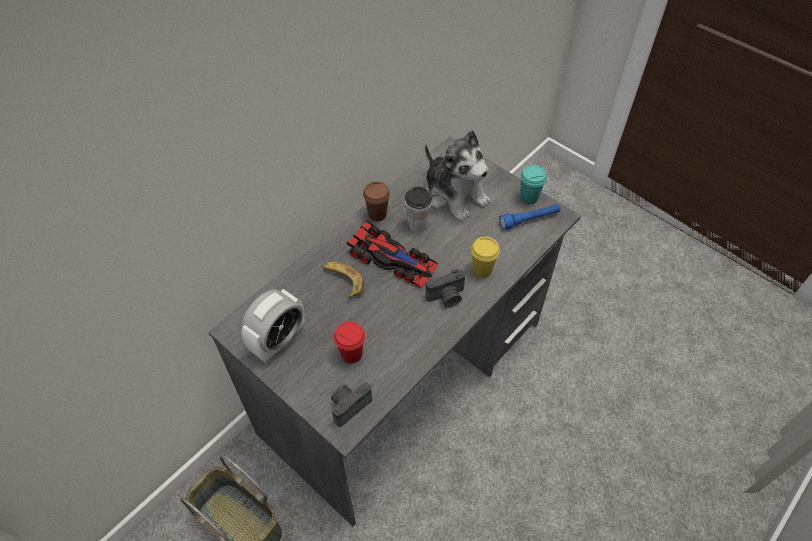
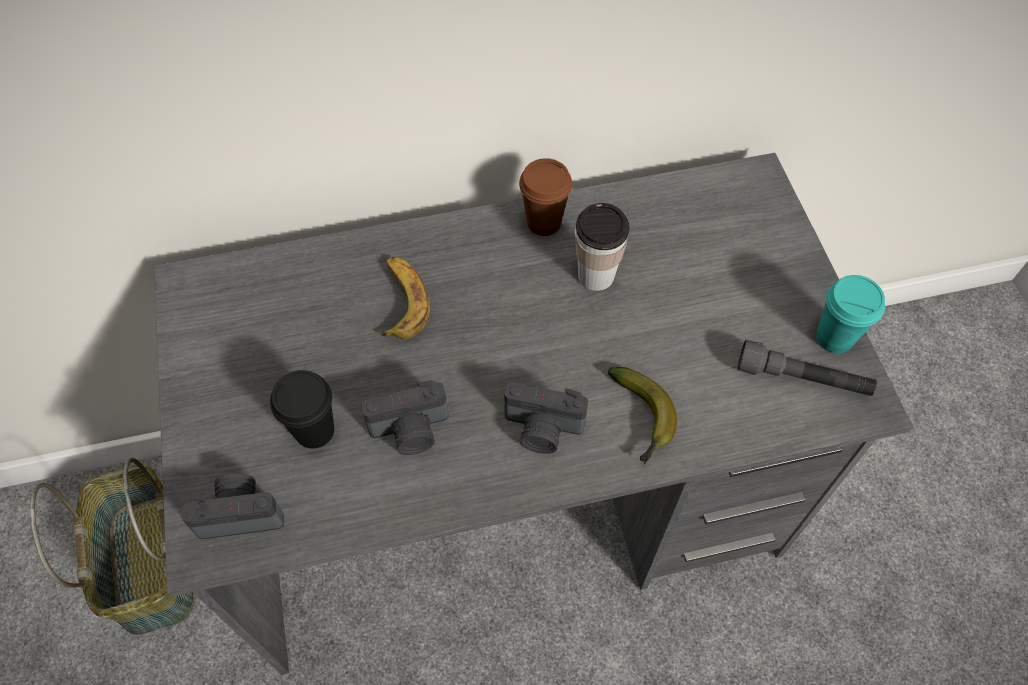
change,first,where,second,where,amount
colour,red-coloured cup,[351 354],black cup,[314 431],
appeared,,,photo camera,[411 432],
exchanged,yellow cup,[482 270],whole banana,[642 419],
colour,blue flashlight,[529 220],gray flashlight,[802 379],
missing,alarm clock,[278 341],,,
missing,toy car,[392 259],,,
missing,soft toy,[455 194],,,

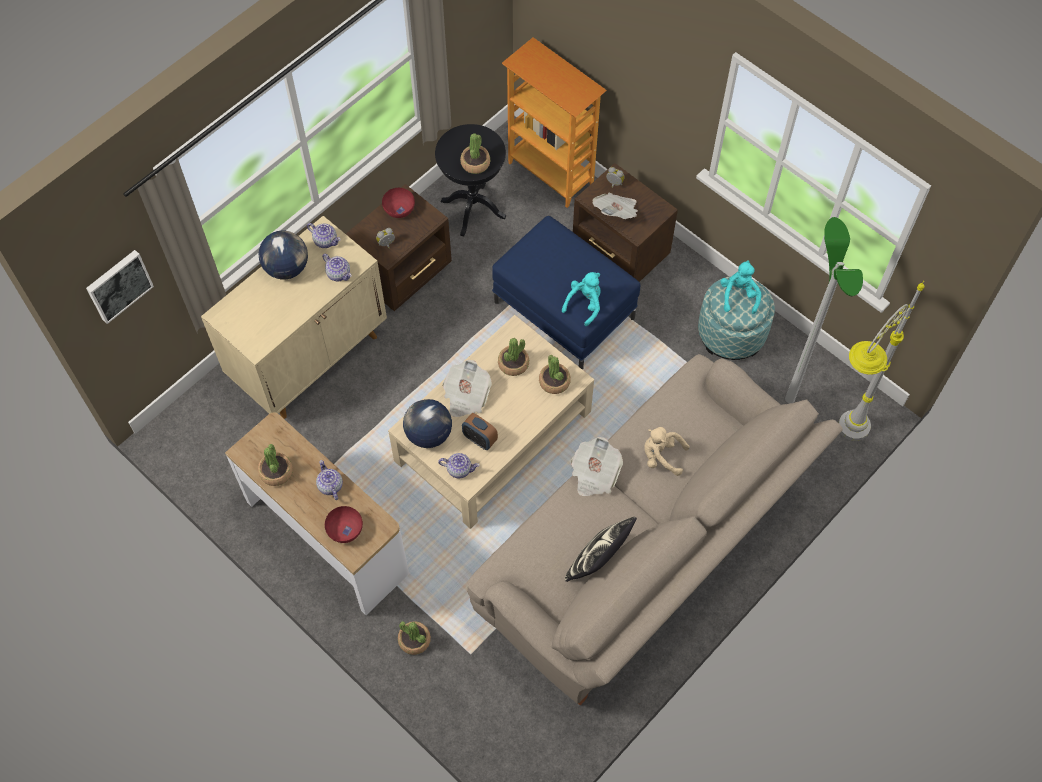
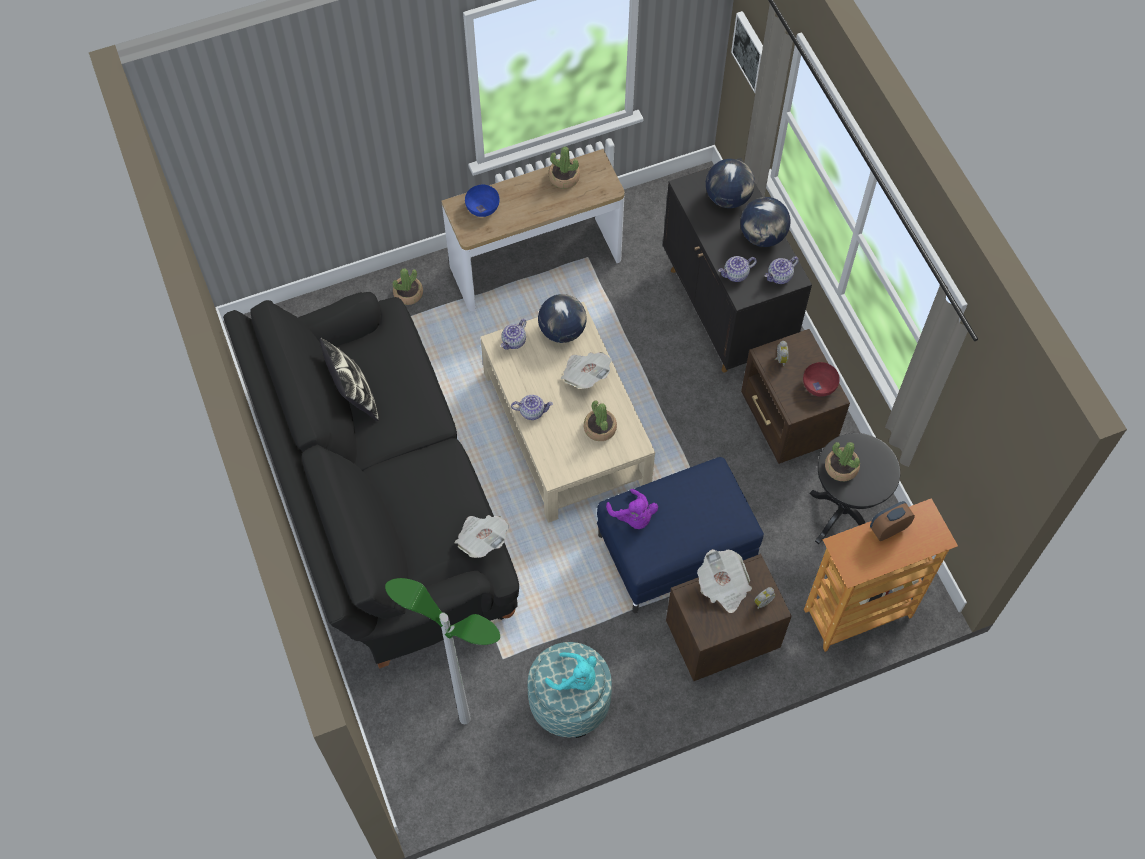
change,first,where,second,where,amount
colour,sand-coloured settee,[644 551],black settee,[383 503],
relocated,daily paper,[594 474],,[482 539],
colour,red-coloured bowl,[345 529],blue bowl,[483 208],
relocated,tea pot,[330 485],,[532 411],
colour,turquoise-coloured soft toy,[584 304],purple soft toy,[633 517],
colour,sand-coloured storage cabinet,[310 357],black storage cabinet,[726 310],
appeared,,,desk globe,[728 198],
relocated,alarm clock,[480 439],,[888 529],
missing,plant in a pot,[554 381],,,
missing,sand-coloured soft toy,[661 456],,,
missing,gray standing lamp,[836 444],,,

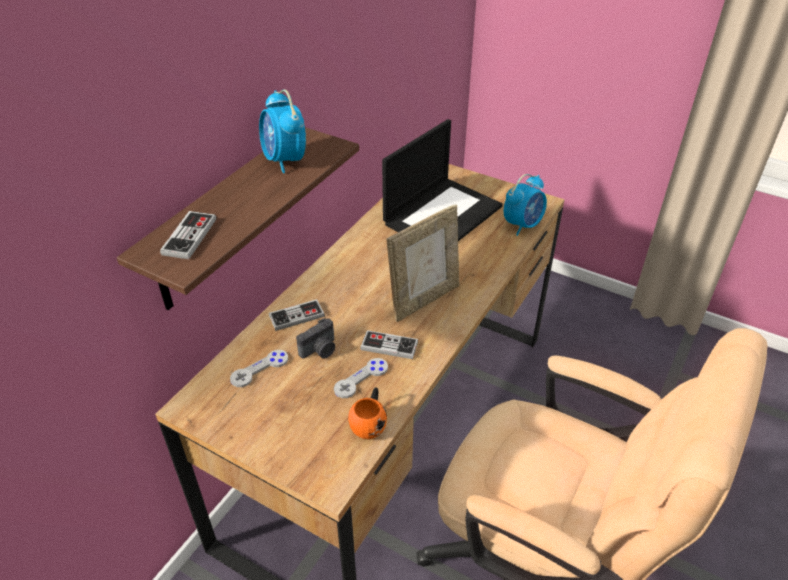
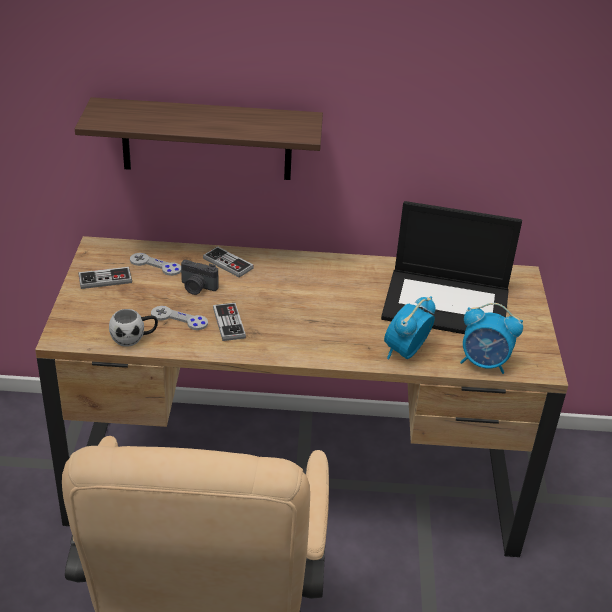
change,first,where,second,where,amount
relocated,gamepad,[189 236],,[105 279],
colour,orange mug,[370 422],white mug,[134 338],
relocated,alarm clock,[285 161],,[405 352],
missing,picture frame,[424 300],,,

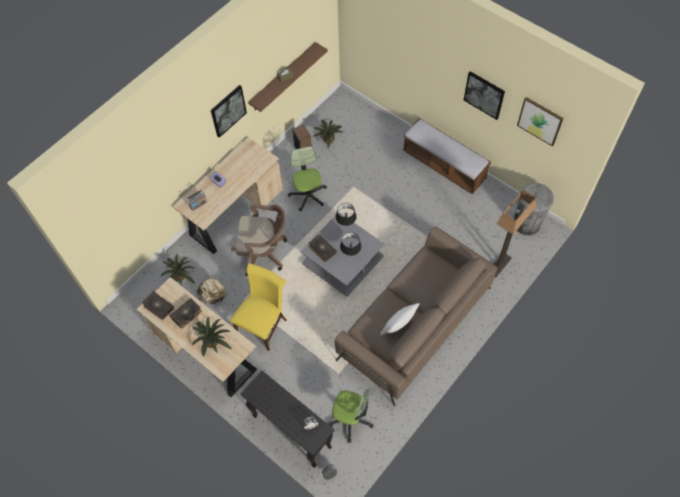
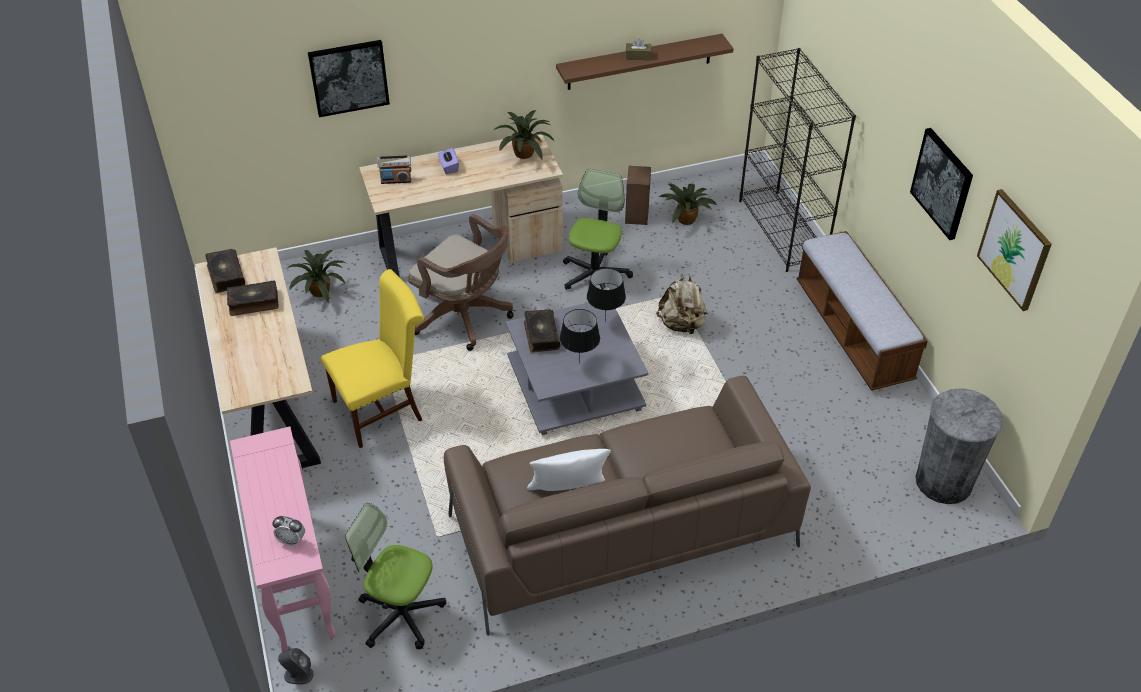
change,first,where,second,where,amount
colour,black narrow table,[291 431],pink narrow table,[294 577],
relocated,wall picture,[228 110],,[349 77],
spun,desk chair,[351 419],,[400 614],150 degrees clockwise
relocated,plant in a pot,[213 342],,[525 154],
relocated,sand-coloured knapsack,[213 296],,[682 324],
appeared,,,black shelving unit,[782 231],
missing,standing lamp,[499 265],,,

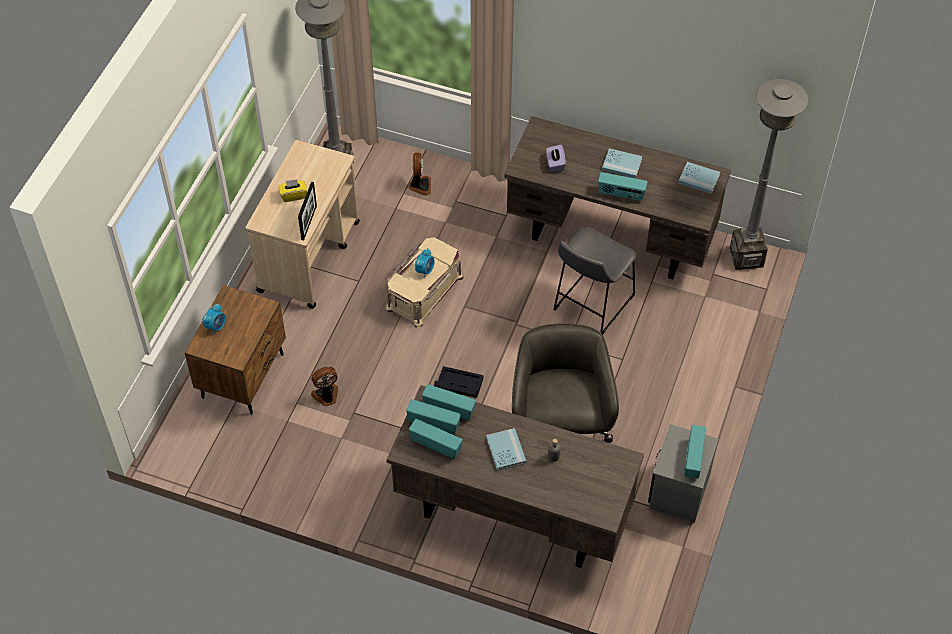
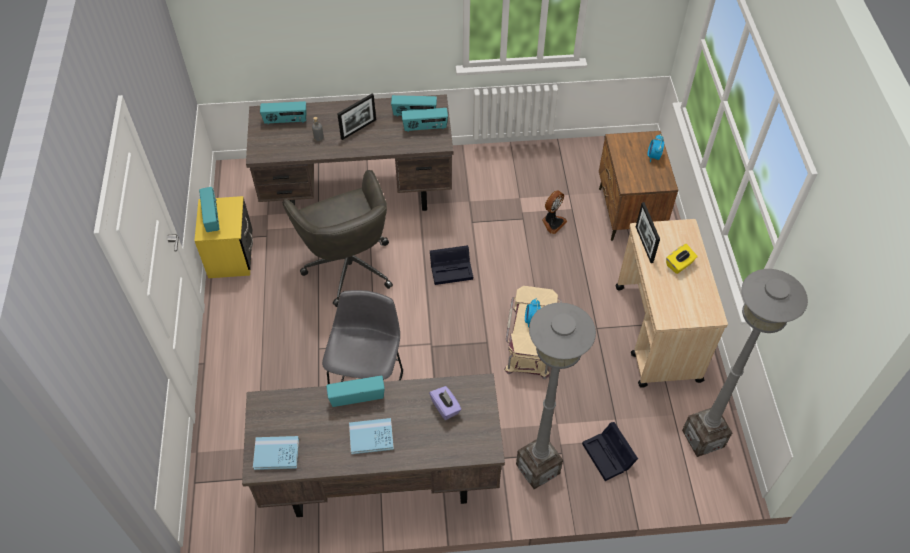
change,first,where,second,where,amount
colour,gray bedside table,[679 491],yellow bedside table,[231 256],
relocated,radio,[449 409],,[285 121],
exchanged,blue bound book,[506 450],picture frame,[358 129],
relocated,gray standing lamp,[746 257],,[538 468],
exchanged,fan,[420 185],black storage box,[609 456],

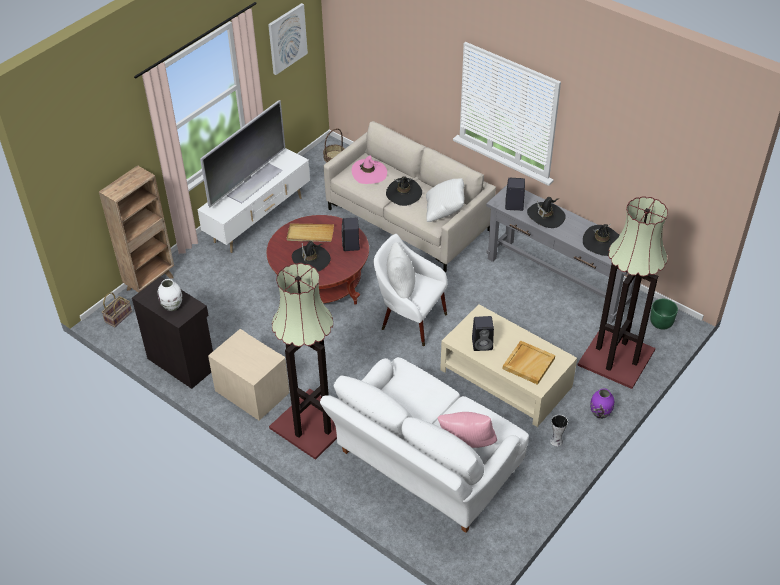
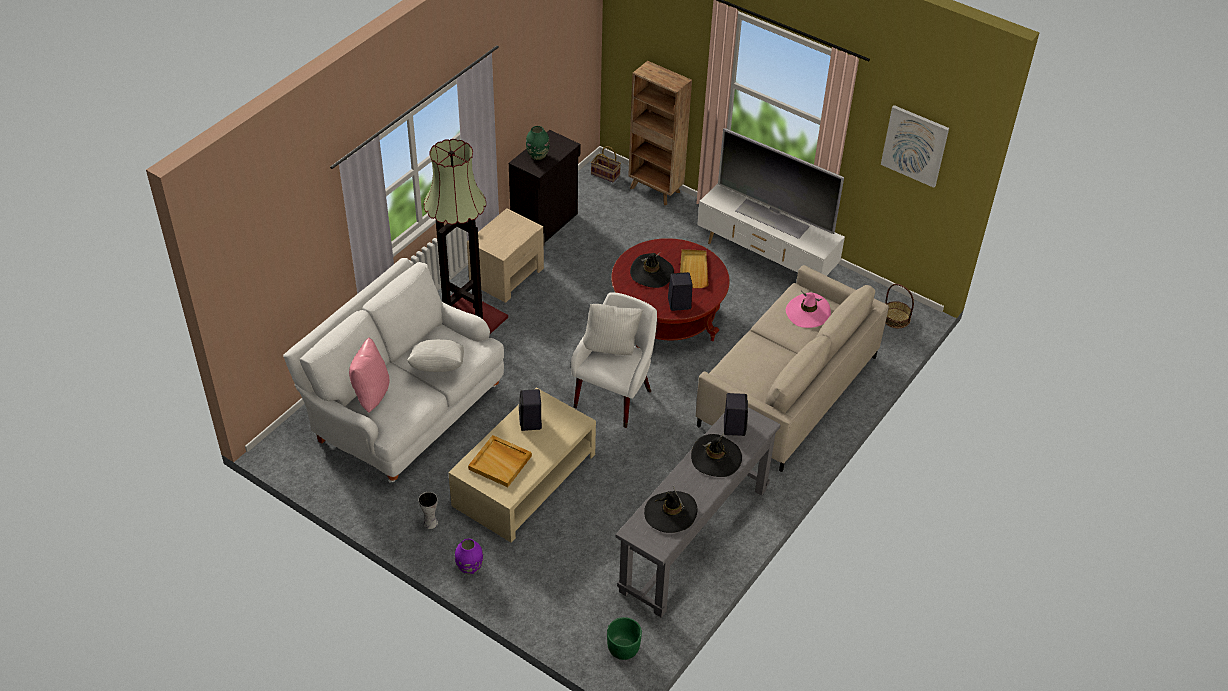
change,first,where,second,where,amount
relocated,white throw pillow,[444 211],,[437 369],
colour,white vase,[172 306],green vase,[538 156],
missing,black clothing hat,[404 193],,,
missing,standing lamp,[617 357],,,

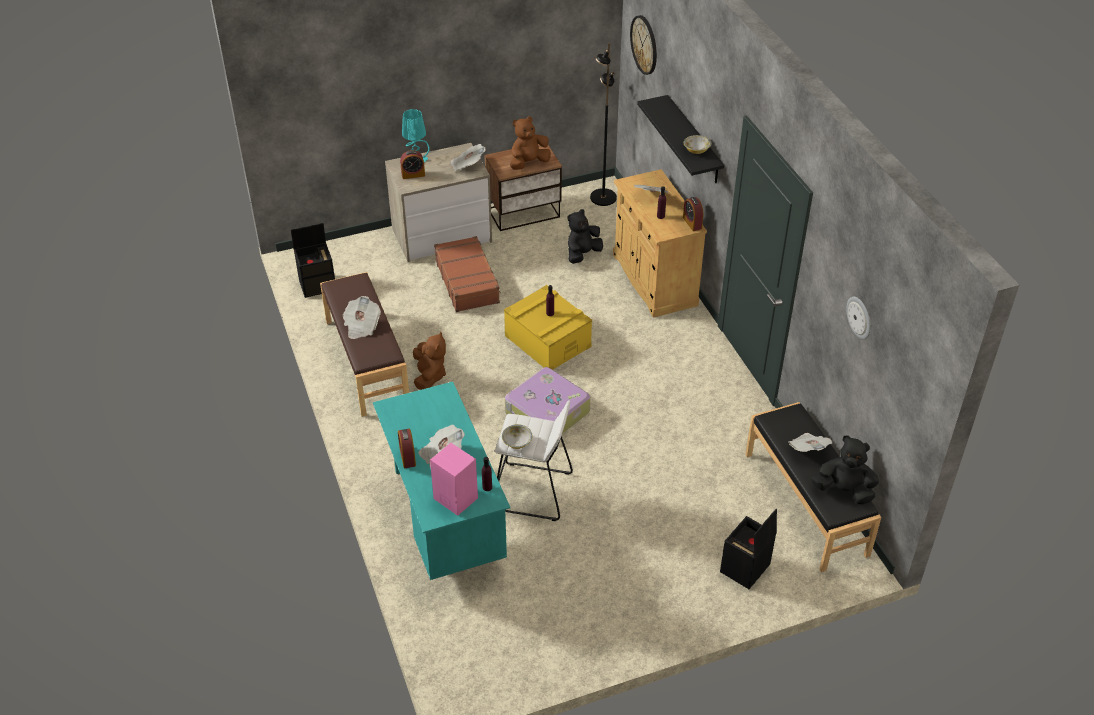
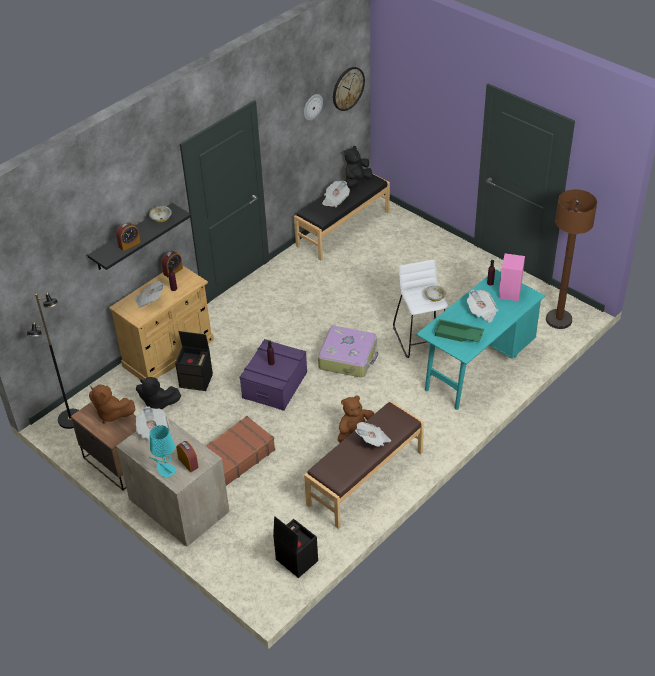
change,first,where,second,where,amount
relocated,alarm clock,[407 457],,[129 244],
relocated,black storage box,[745 569],,[197 380],
colour,yellow storage box,[547 341],purple storage box,[275 385],
relocated,hanging clock,[644 44],,[348 88],
spun,black soft toy,[844 490],,[357 181],45 degrees clockwise
appeared,,,green carrying tray,[458 335],
appeared,,,brown-coloured standing lamp,[558 320],

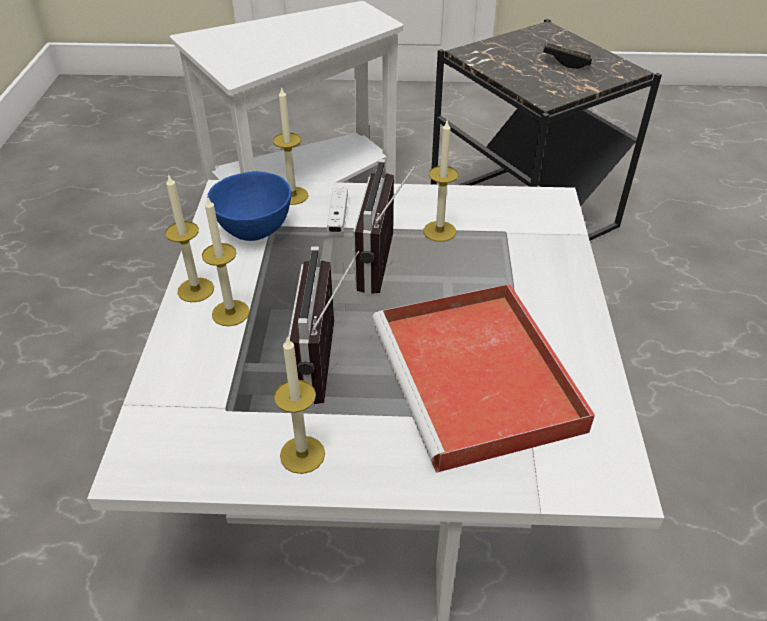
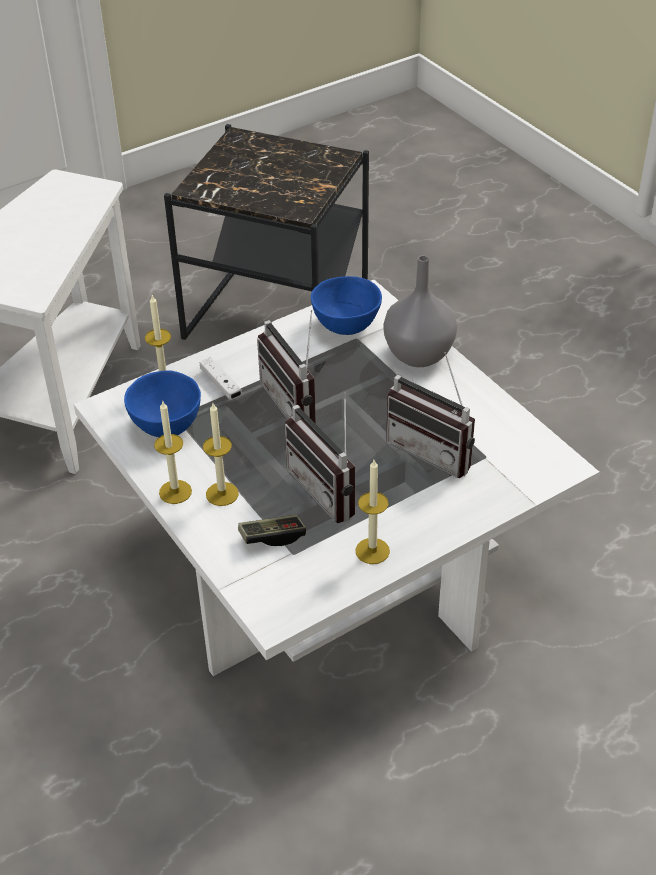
change,first,where,second,where,amount
relocated,gamepad,[566 62],,[272 537],
appeared,,,blue bowl,[345 326],
appeared,,,gray vase,[417 355],
exchanged,red-coloured carrying tray,[478 380],radio,[435 450],
missing,wax candle,[439 231],,,

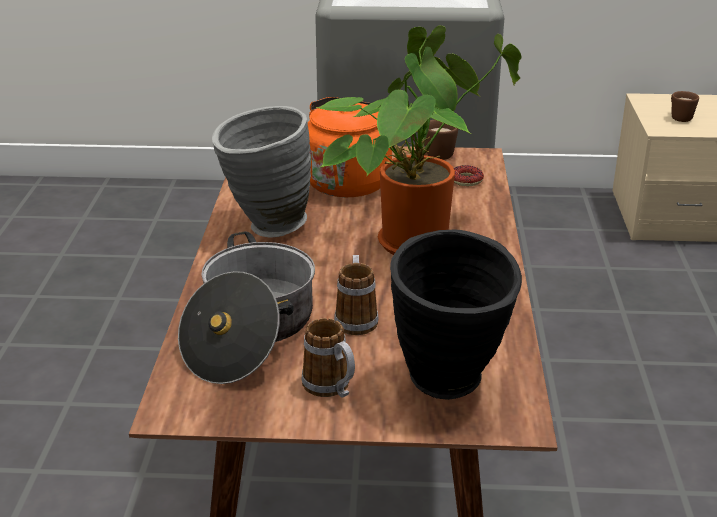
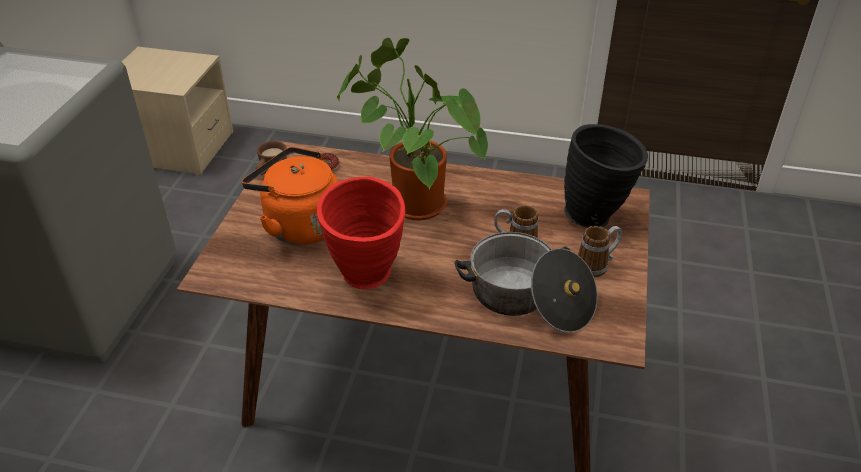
change,first,where,second,where,amount
colour,gray vase,[265 228],red-coloured vase,[367 281],
missing,brown-coloured mug,[679 117],,,

